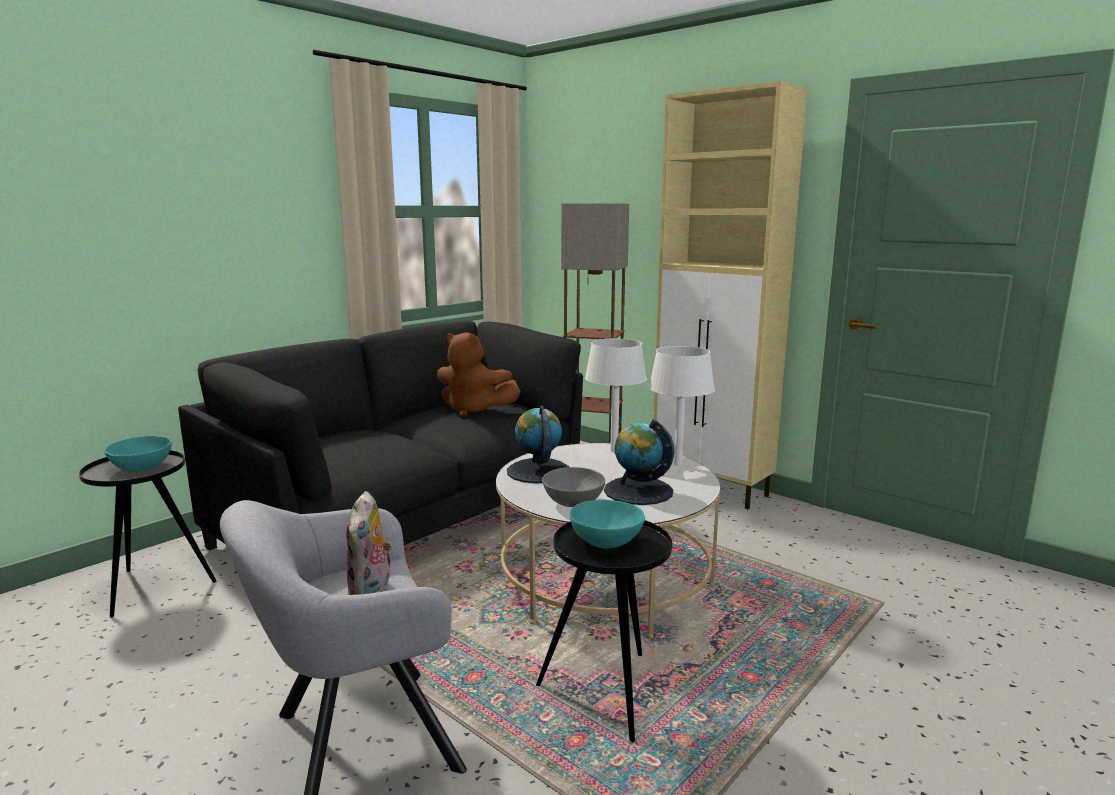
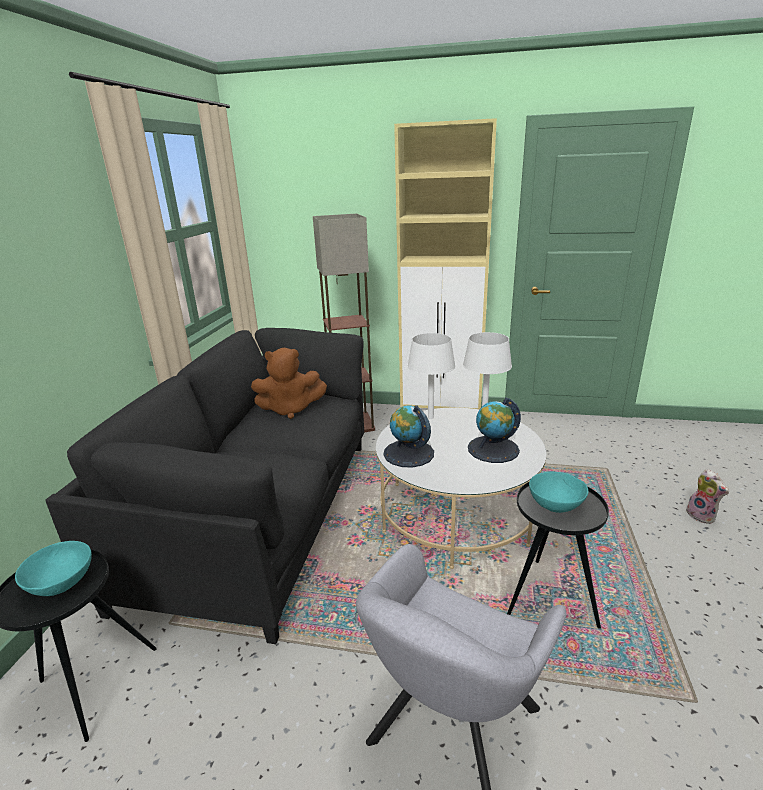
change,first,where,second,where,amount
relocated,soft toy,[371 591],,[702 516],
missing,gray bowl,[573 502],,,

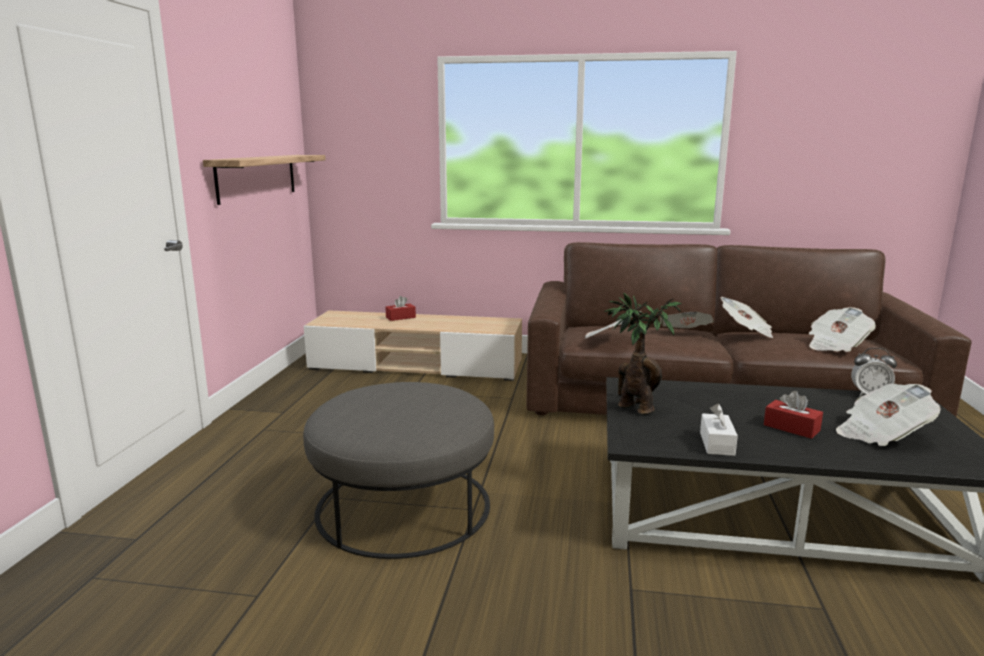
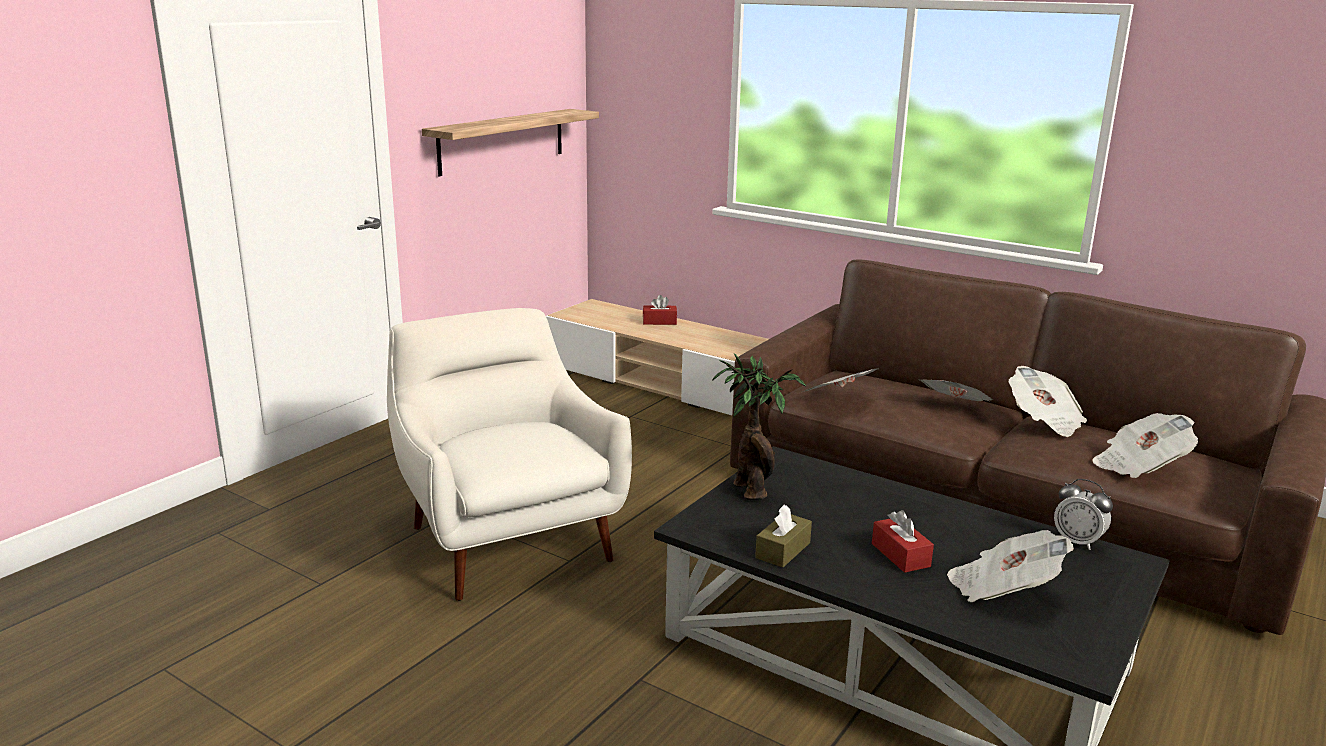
change,first,where,second,where,amount
exchanged,gray pouffe,[403 506],white easy chair,[507 539],
colour,white tissue holder,[717 443],brown-coloured tissue holder,[783 550],

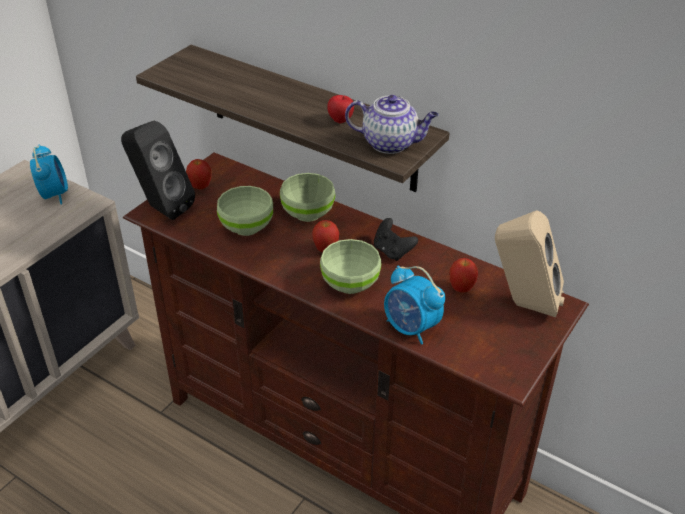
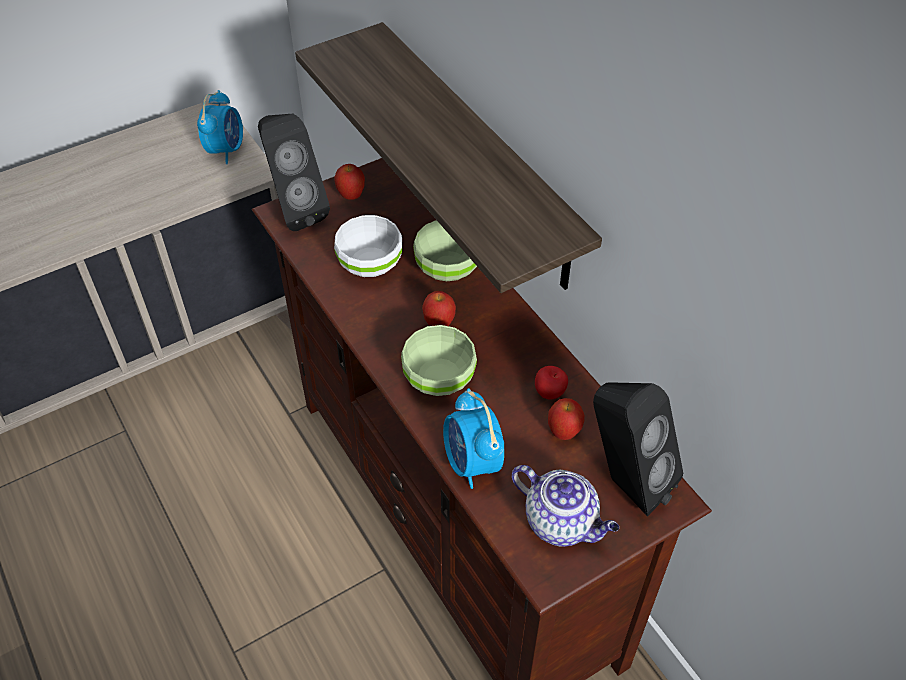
change,first,where,second,where,amount
colour,green bowl,[246 226],white bowl,[370 264],
relocated,tea pot,[391 143],,[562 522],
relocated,apple,[341 121],,[550 393],
colour,sand-coloured speaker,[522 304],black speaker,[624 481],
missing,black gamepad,[392 251],,,

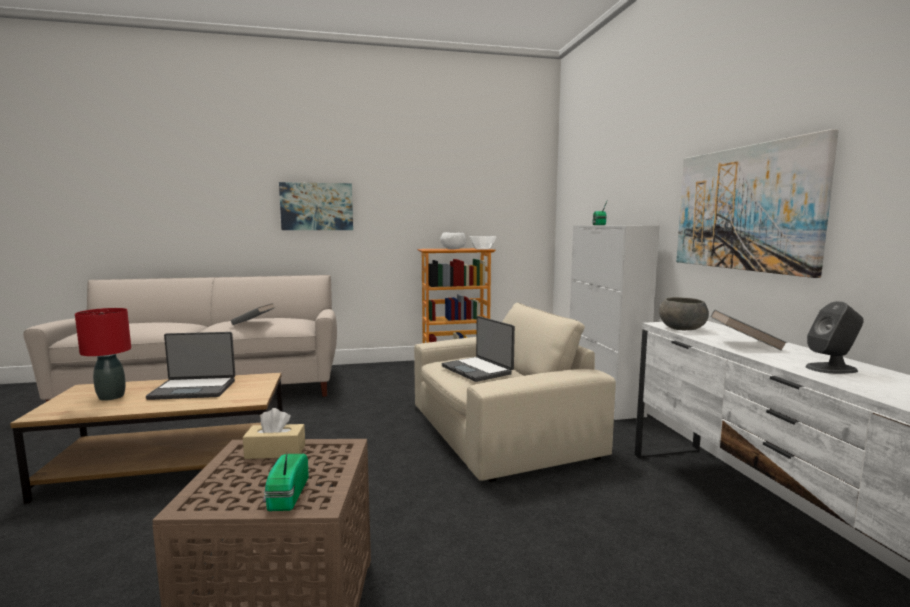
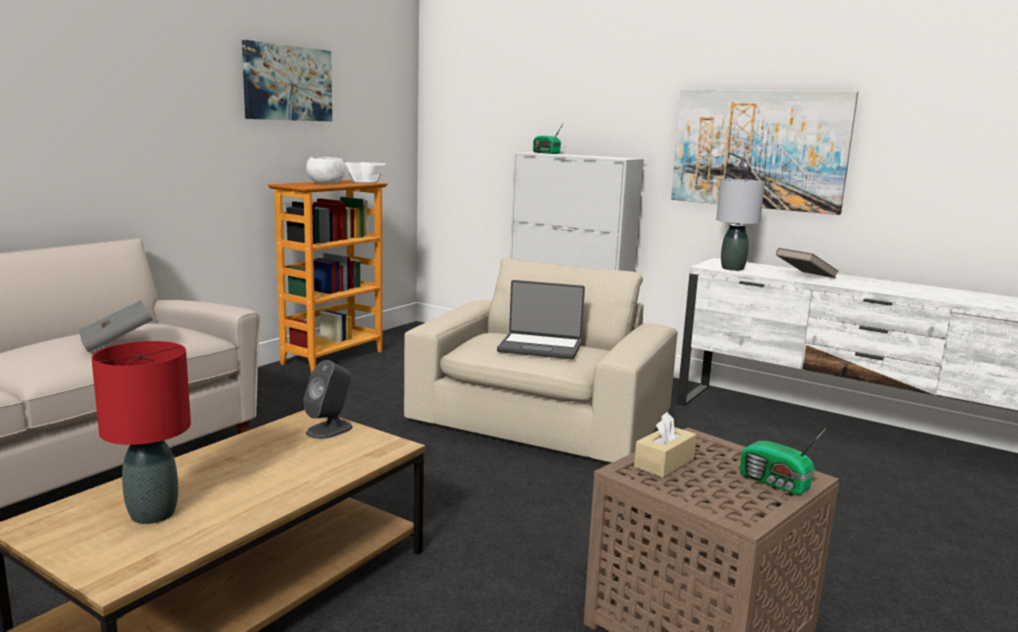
change,first,where,second,where,amount
relocated,wall picture,[317 206],,[287 83],
relocated,gray speaker,[831 368],,[330 429],
exchanged,gray bowl,[682 328],gray tabletop lamp,[732 268],
missing,portable computer,[194 389],,,

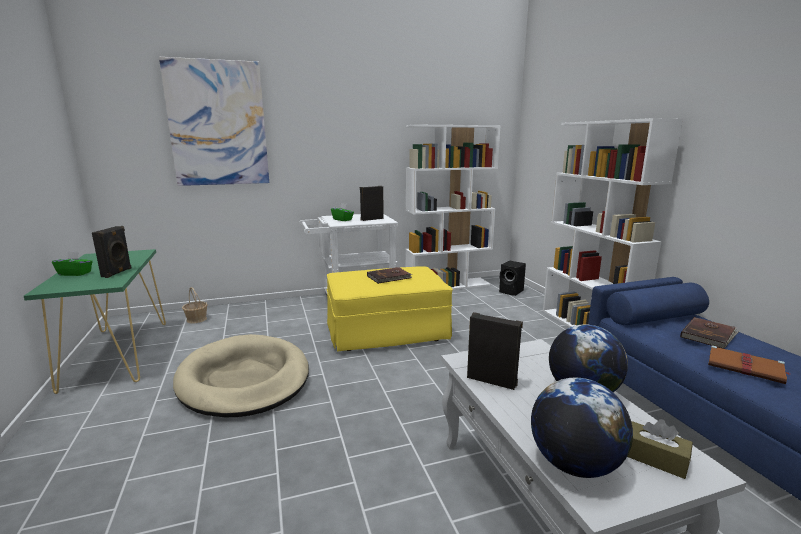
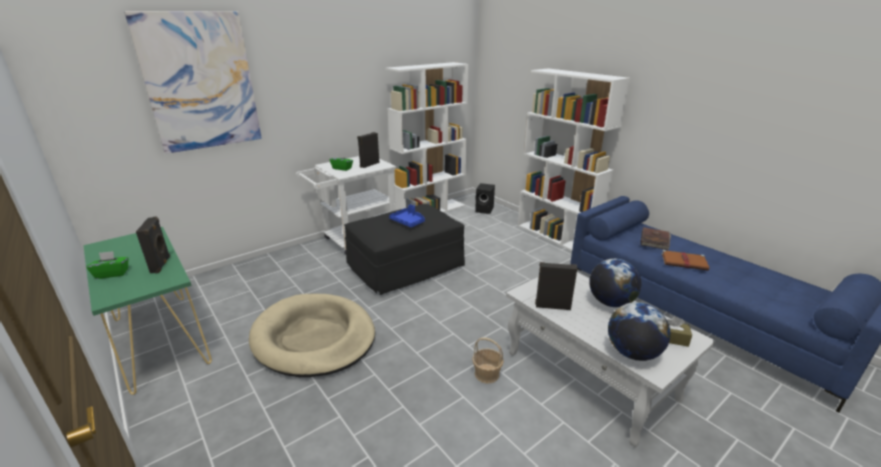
change,first,where,second,where,amount
colour,yellow pouffe,[386 330],black pouffe,[405 266],
exchanged,brown-coloured bound book,[389 277],blue carrying tray,[408 222],
relocated,household basket,[196 319],,[487 374],

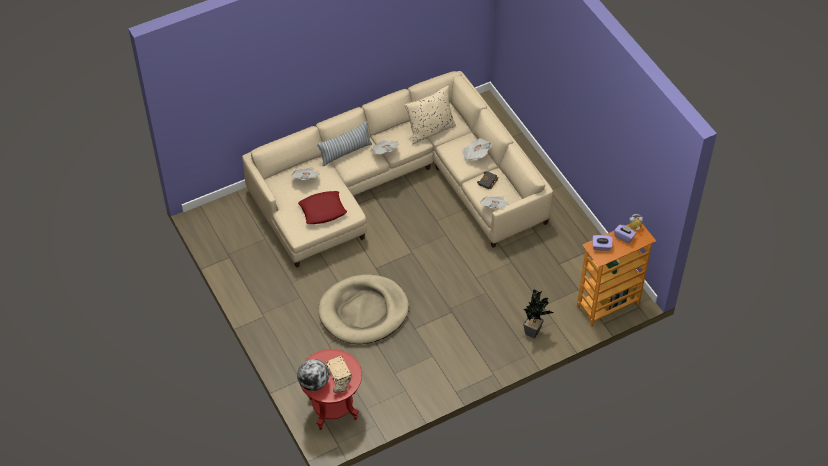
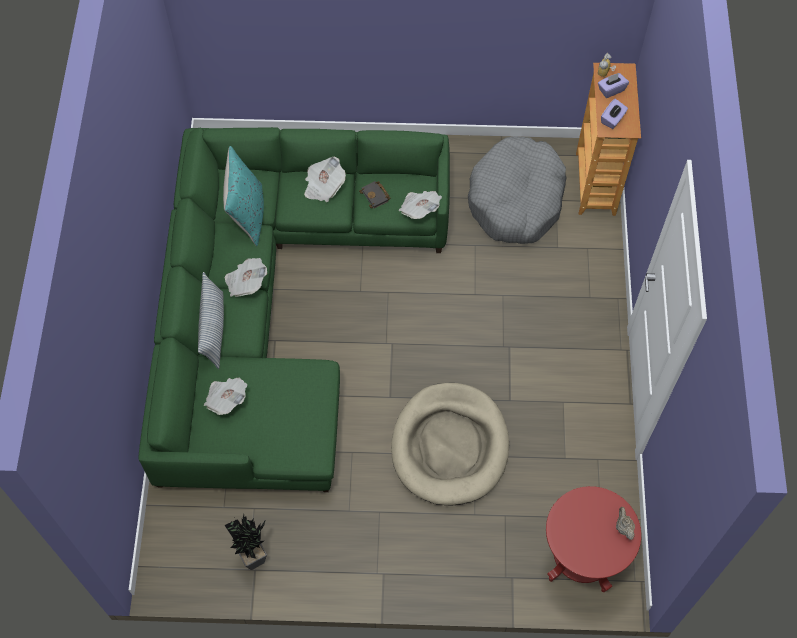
change,first,where,second,where,amount
colour,sand-coloured settee,[397 185],green settee,[274 305],
colour,sand-coloured throw pillow,[430 130],turquoise-coloured throw pillow,[247 214],
relocated,plant in a pot,[534 331],,[254 555],
appeared,,,gray pet bed,[516 199],
missing,desk globe,[313 383],,,
missing,red-coloured throw pillow,[323 210],,,
missing,sand-coloured bound book,[338 370],,,

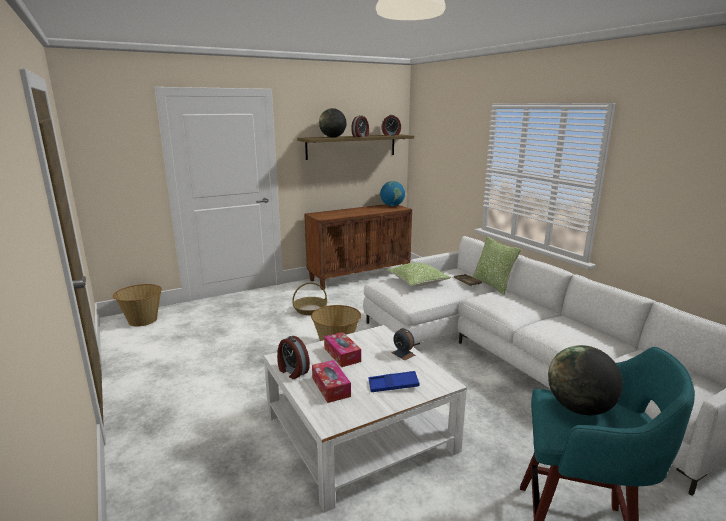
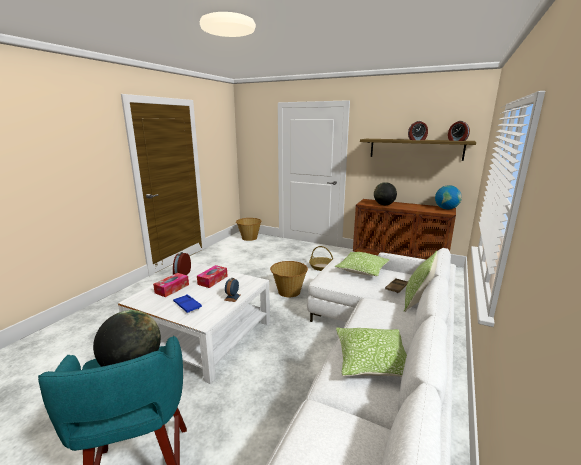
change,first,where,second,where,amount
appeared,,,throw pillow,[372 361],
relocated,desk globe,[333 137],,[384 205],

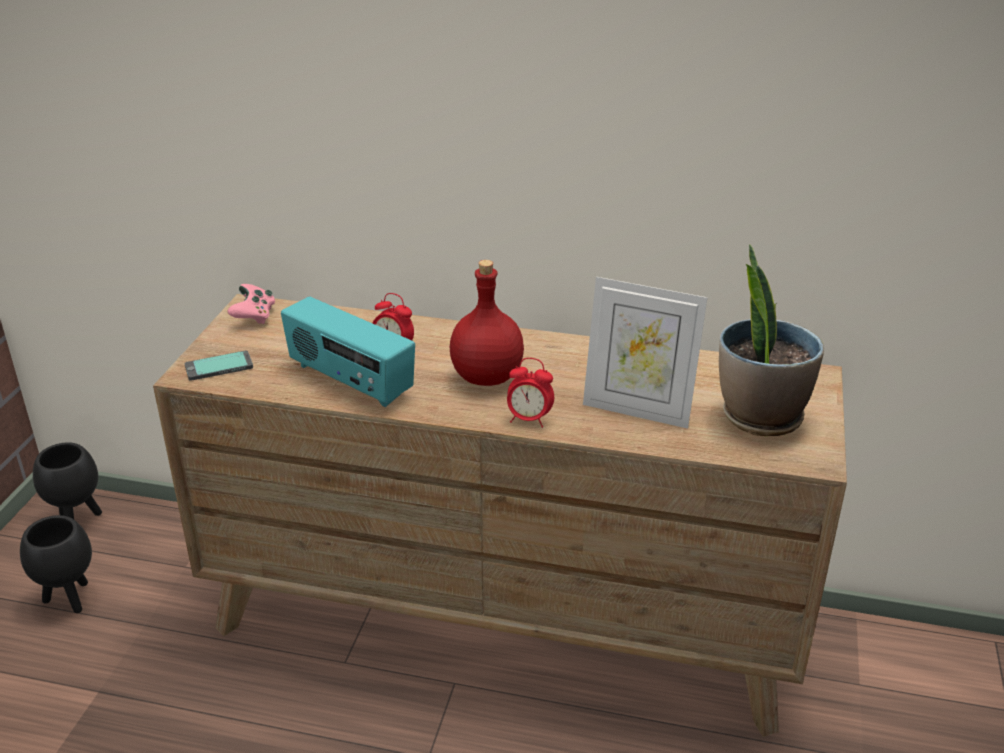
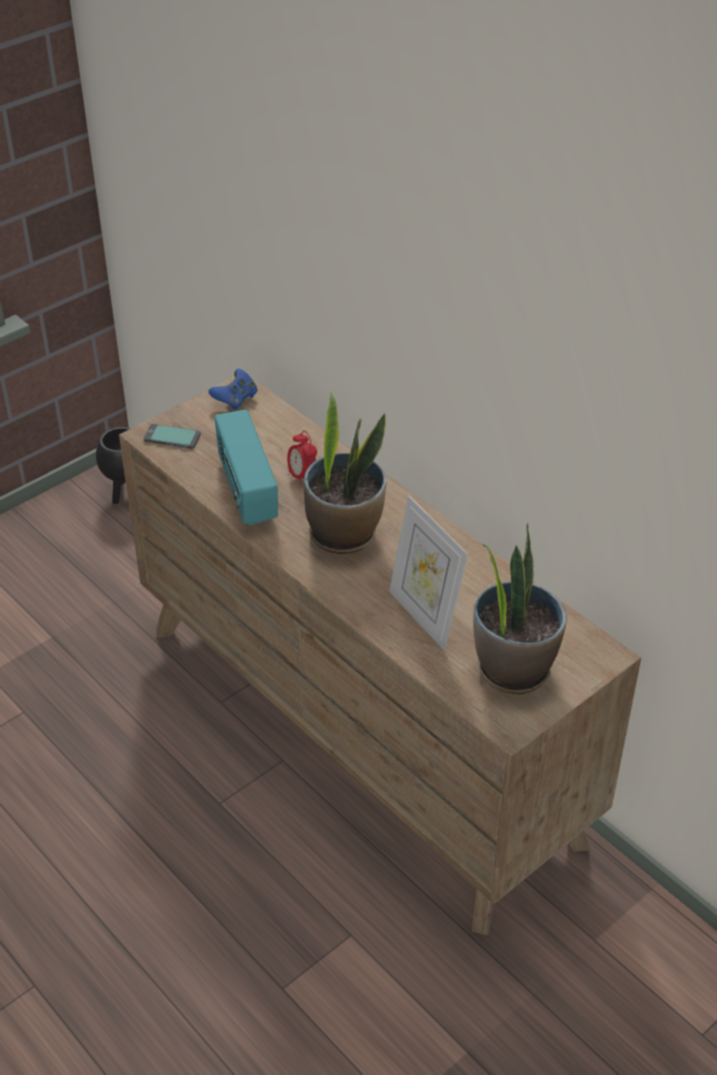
change,first,where,second,where,amount
colour,pink gamepad,[254 316],blue gamepad,[235 399],
exchanged,red-coloured drink bottle,[486 377],plant in a pot,[344 533],
missing,black plant pot,[70 599],,,
missing,alarm clock,[529 419],,,

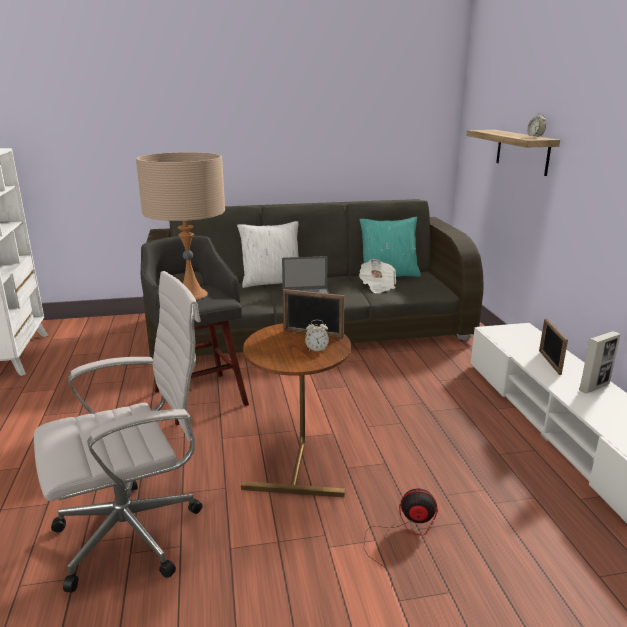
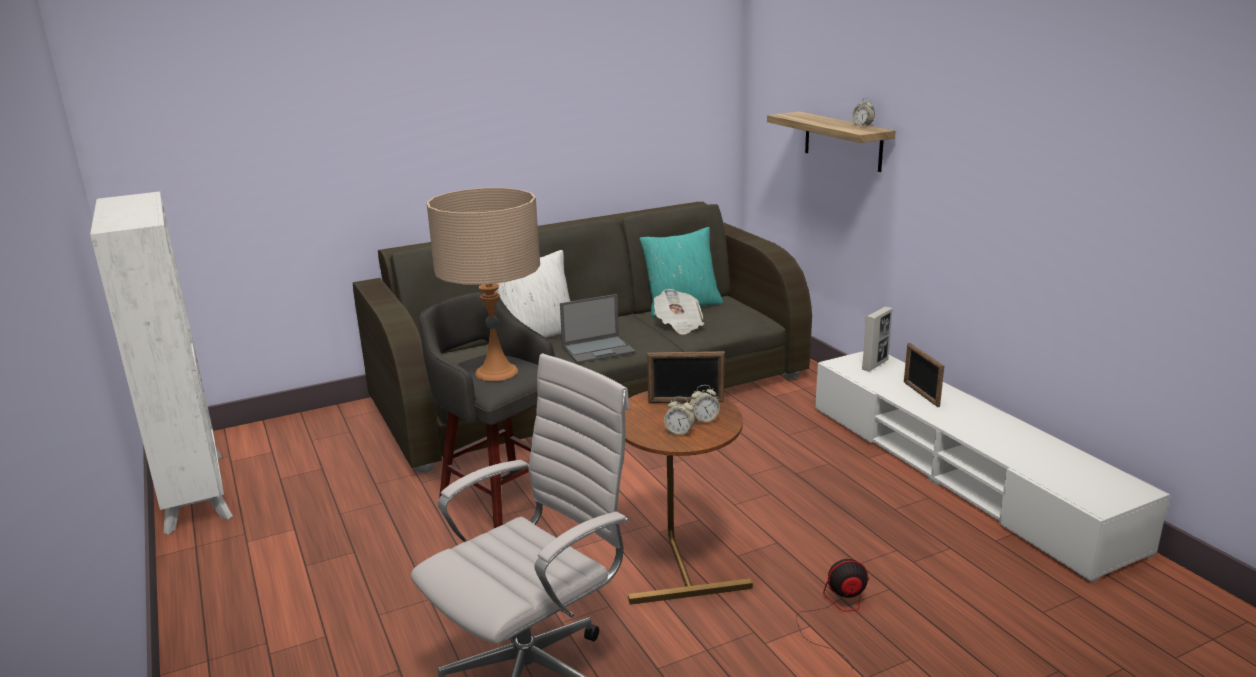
change,first,where,second,where,amount
appeared,,,alarm clock,[679 432],
relocated,picture frame,[594 387],,[875 365],

